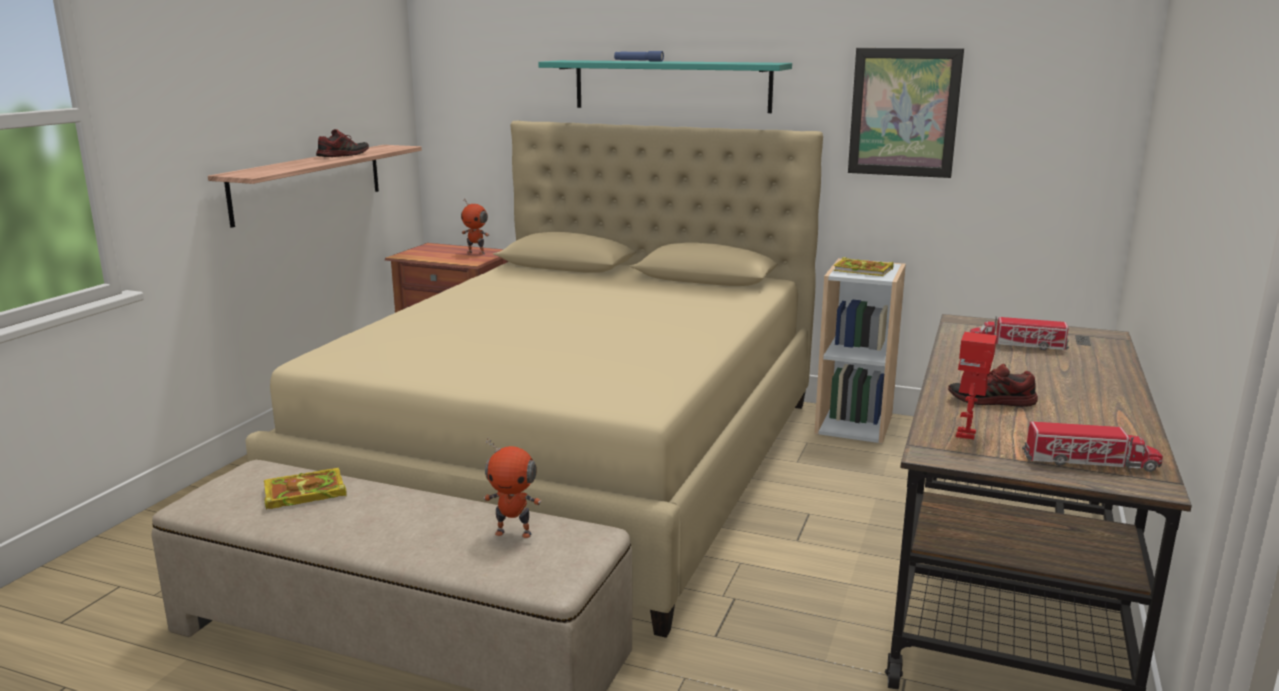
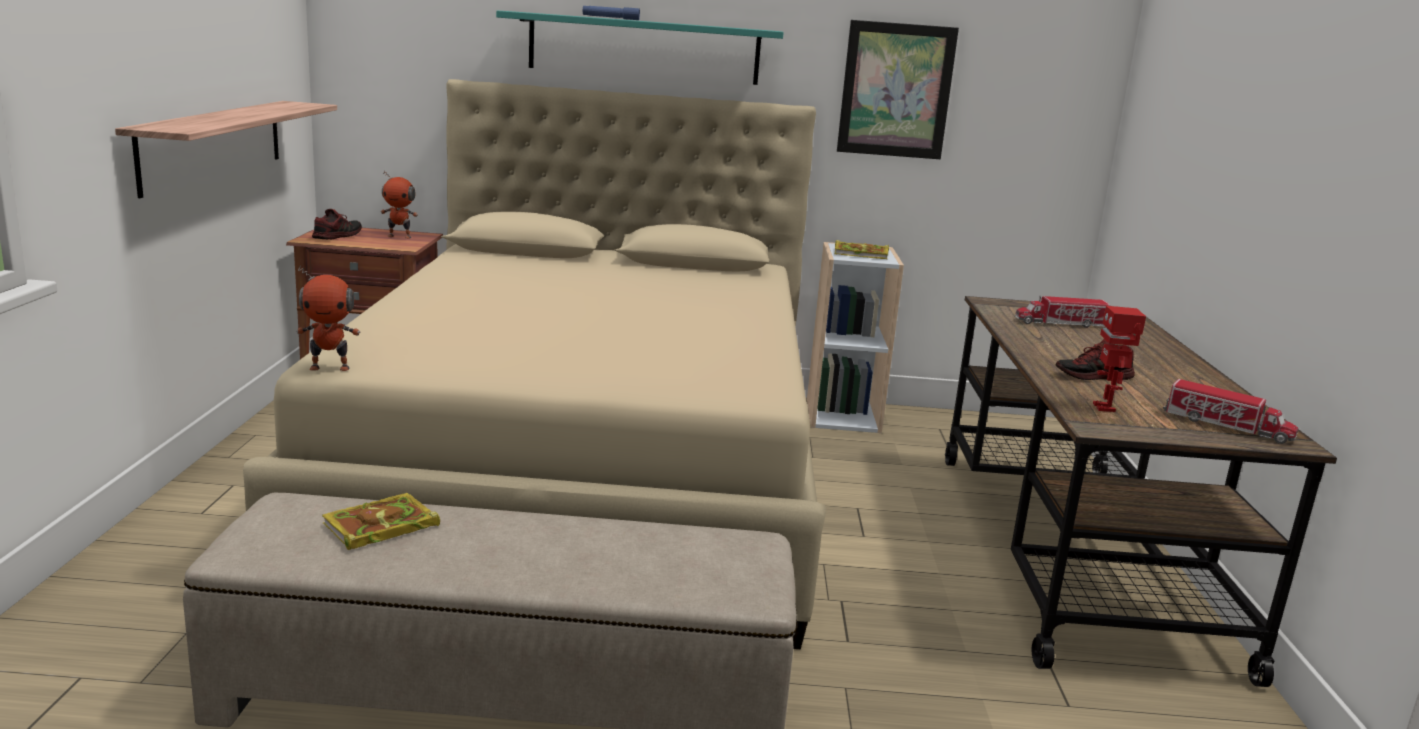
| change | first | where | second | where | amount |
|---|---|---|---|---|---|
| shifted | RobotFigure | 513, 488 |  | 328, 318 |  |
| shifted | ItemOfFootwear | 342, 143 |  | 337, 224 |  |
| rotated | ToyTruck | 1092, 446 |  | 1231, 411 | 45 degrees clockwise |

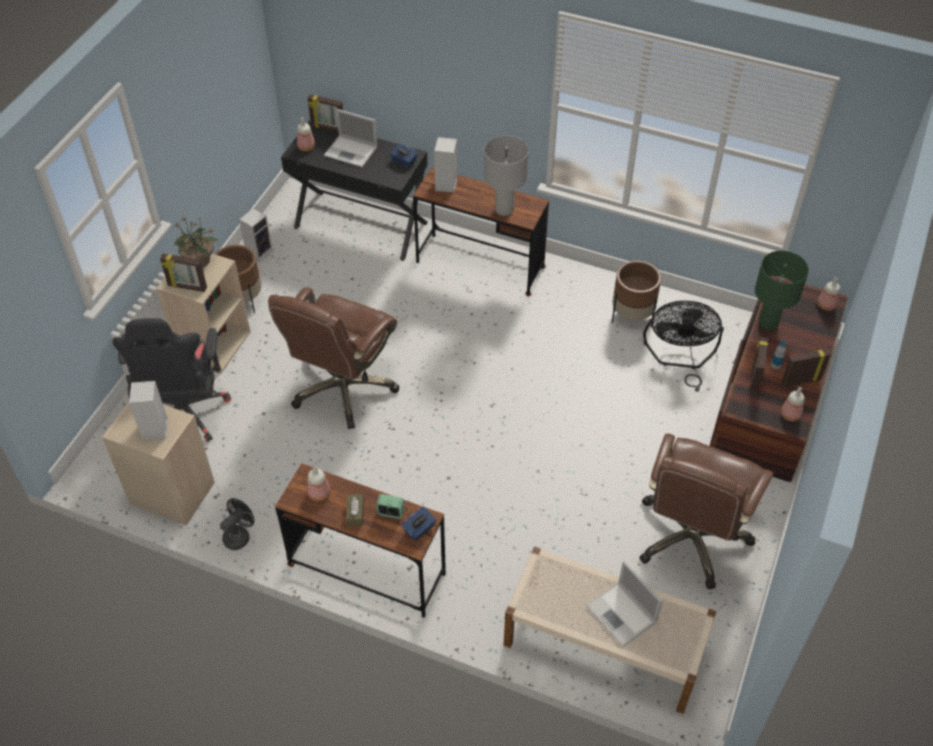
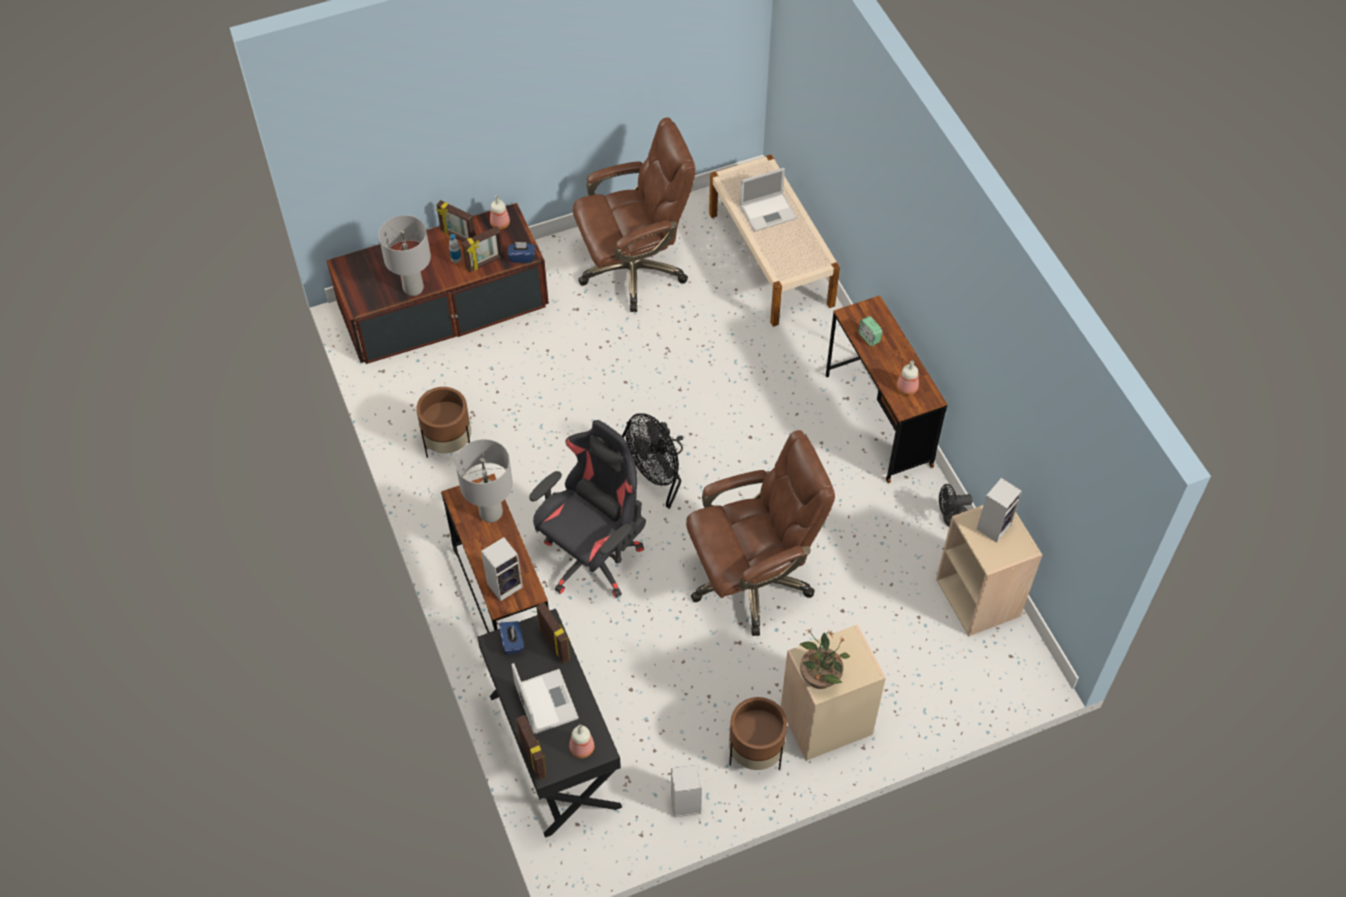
| change | first | where | second | where | amount |
|---|---|---|---|---|---|
| repainted | GreenishTabletopLamp | 782, 290 | GrayTabletopLamp | 405, 255 |  |
| shifted | BlueTissueHolder | 418, 524 |  | 521, 252 |  |
| shifted | BlackColouredComputerChair | 171, 380 |  | 587, 509 |  |
| shifted | PictureFrame | 183, 273 |  | 553, 633 |  |
| shifted | BlackColouredCoolingFan | 683, 346 |  | 653, 461 |  |
| rotated | Laptop | 624, 603 |  | 768, 200 | 60 degrees clockwise |
| gone | BrownishTissueHolder | 355, 510 |  |  |  |
| gone | Bottle | 829, 294 |  |  |  |

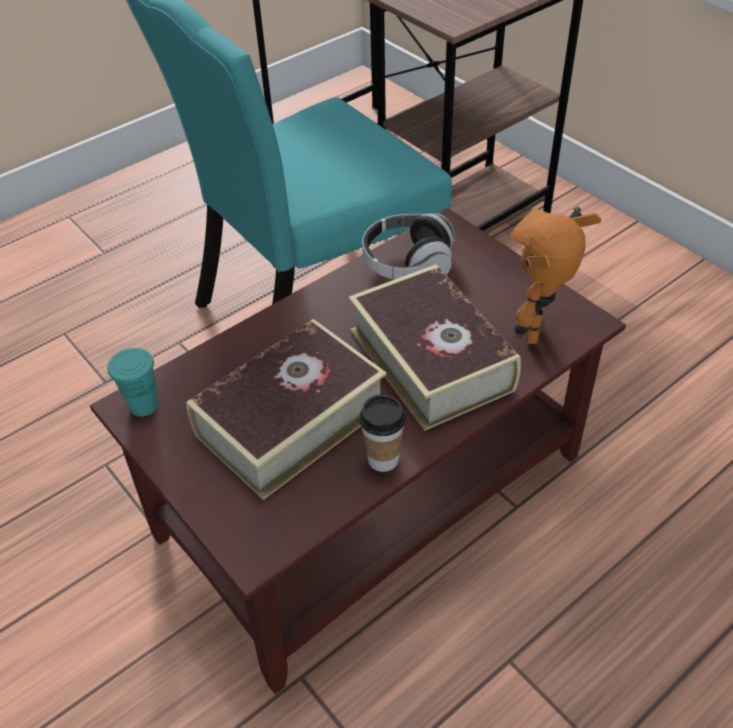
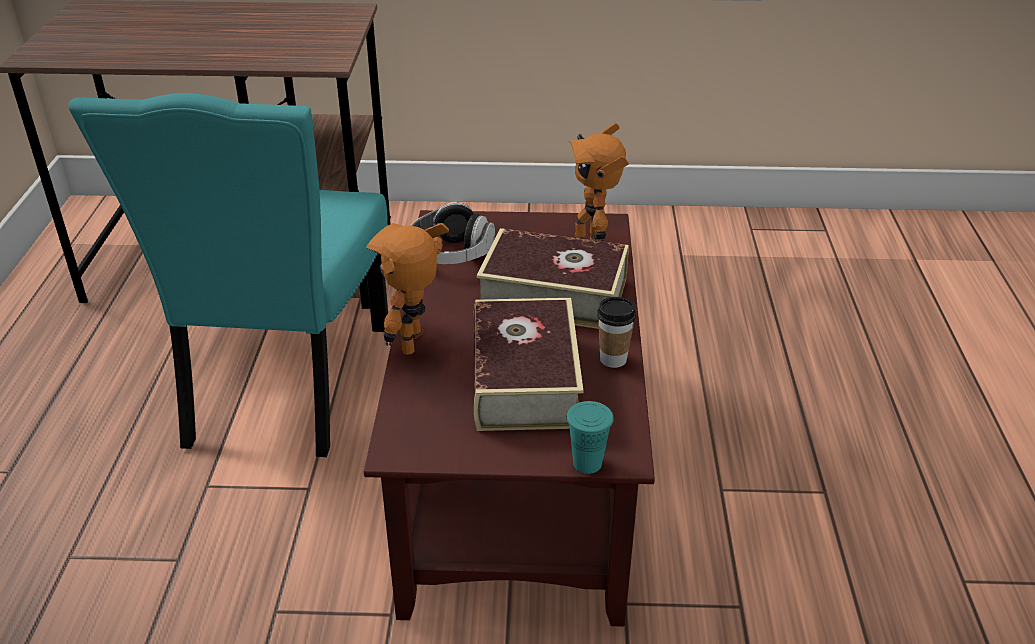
| change | first | where | second | where | amount |
|---|---|---|---|---|---|
| new |  |  | RobotFigure | 407, 289 |  |
| shifted | TurquoiseColouredSmallCup | 132, 382 |  | 590, 437 |  |

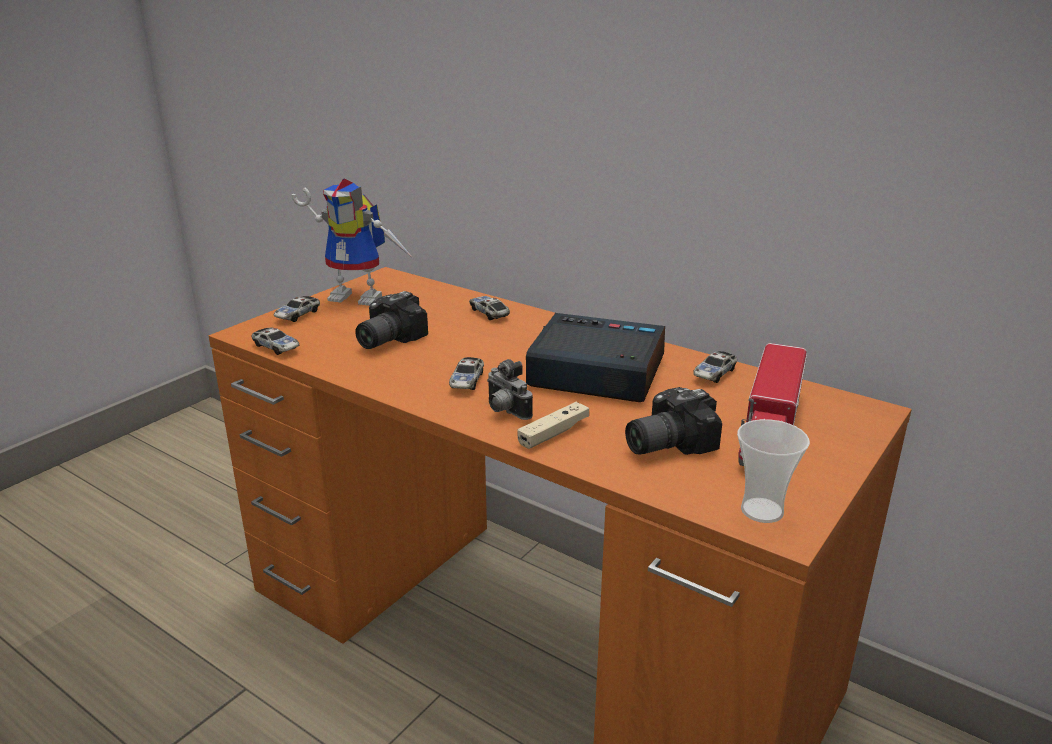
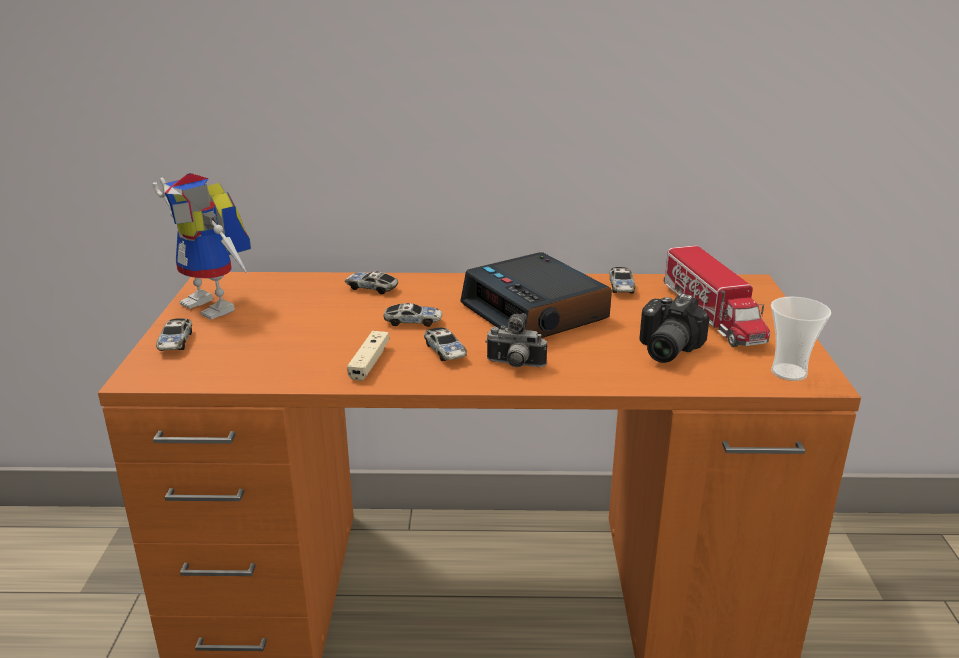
| change | first | where | second | where | amount |
|---|---|---|---|---|---|
| rotated | RobotFigure | 353, 242 |  | 202, 246 | 60 degrees clockwise |
| shifted | BeigeGameController | 553, 425 |  | 368, 356 |  |
| shifted | ToyCar | 275, 341 |  | 412, 315 |  |
| rotated | TableClock | 595, 357 |  | 536, 295 | 105 degrees counterclockwise |
| gone | PhotoCamera | 391, 320 |  |  |  |

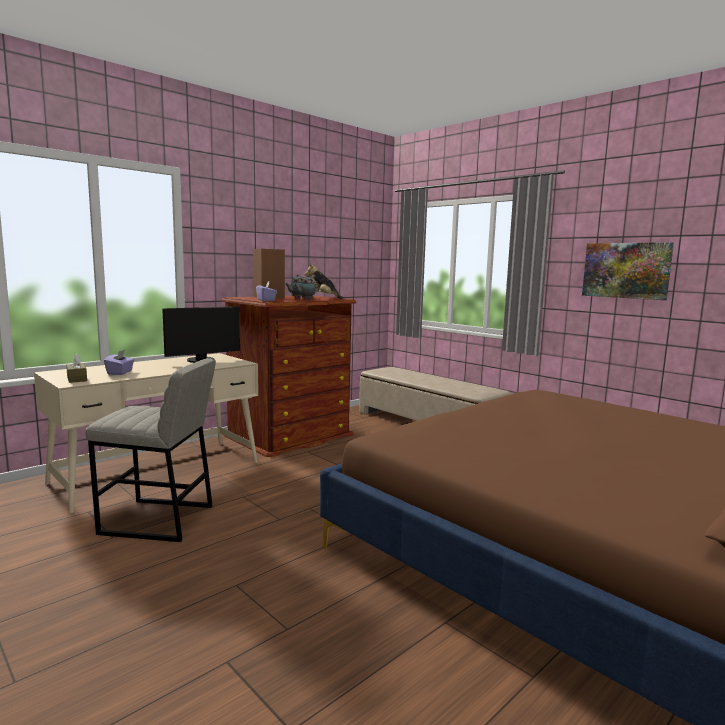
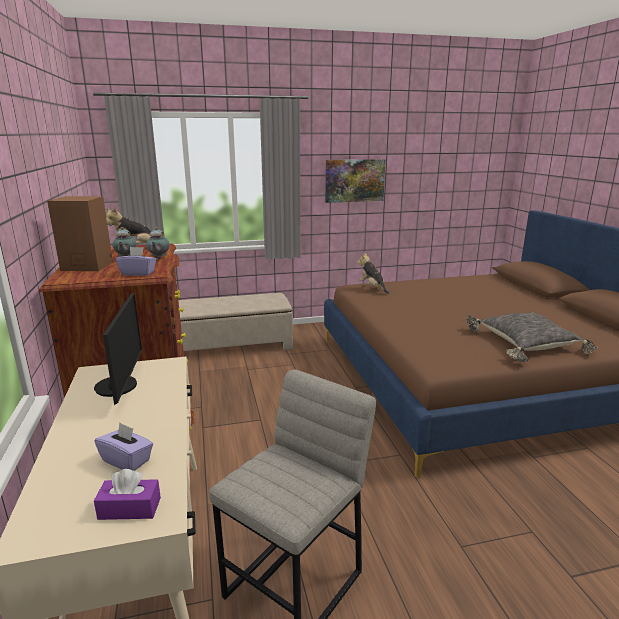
| change | first | where | second | where | amount |
|---|---|---|---|---|---|
| repainted | BrownishTissueHolder | 76, 368 | PurpleTissueHolder | 127, 494 |  |
| new |  |  | CuddlyToy | 373, 273 |  |
| new |  |  | ThrowPillow | 532, 337 |  |

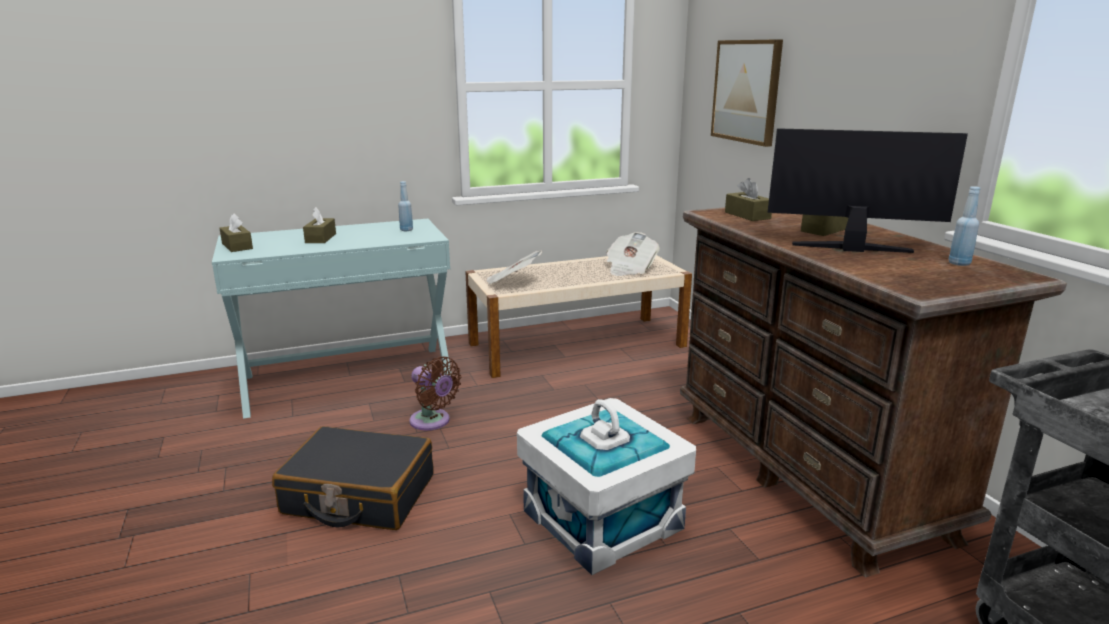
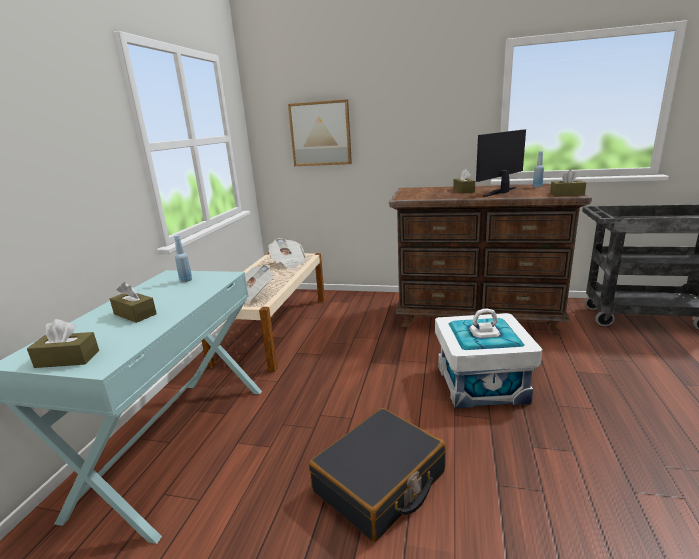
| change | first | where | second | where | amount |
|---|---|---|---|---|---|
| shifted | BrownishTissueHolder | 748, 199 |  | 568, 183 |  |
| gone | BrownishCoolingFan | 435, 393 |  |  |  |

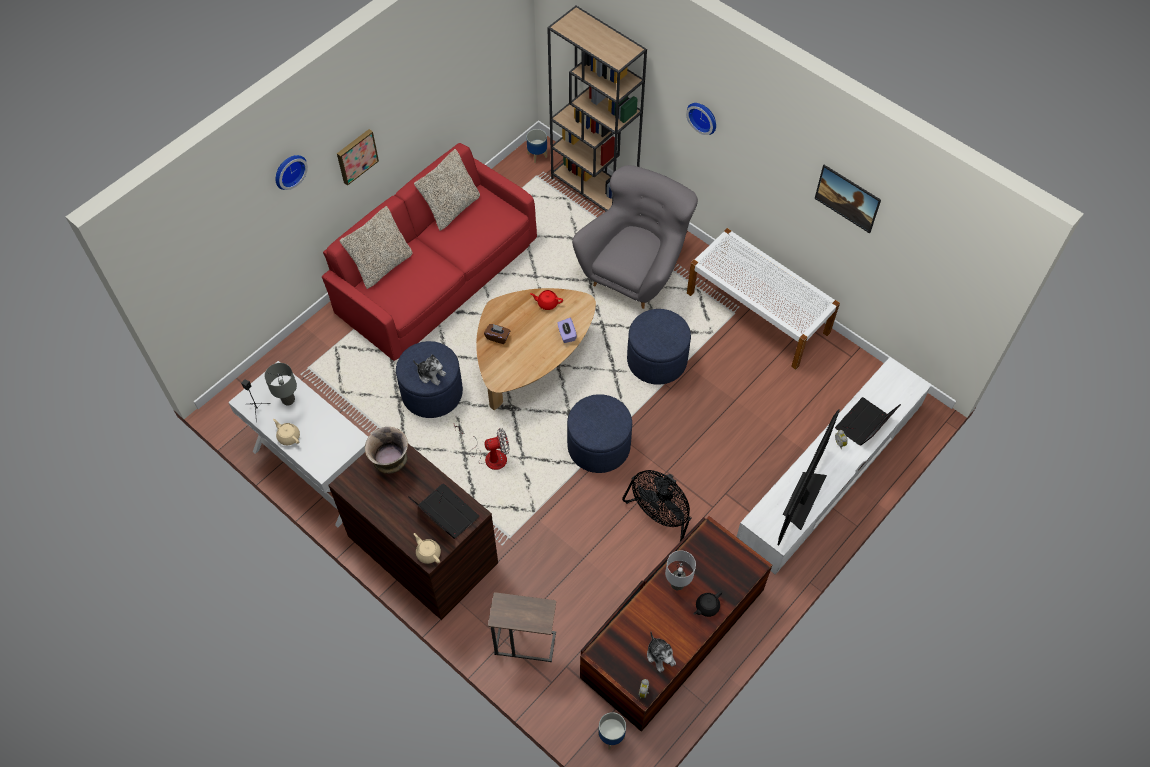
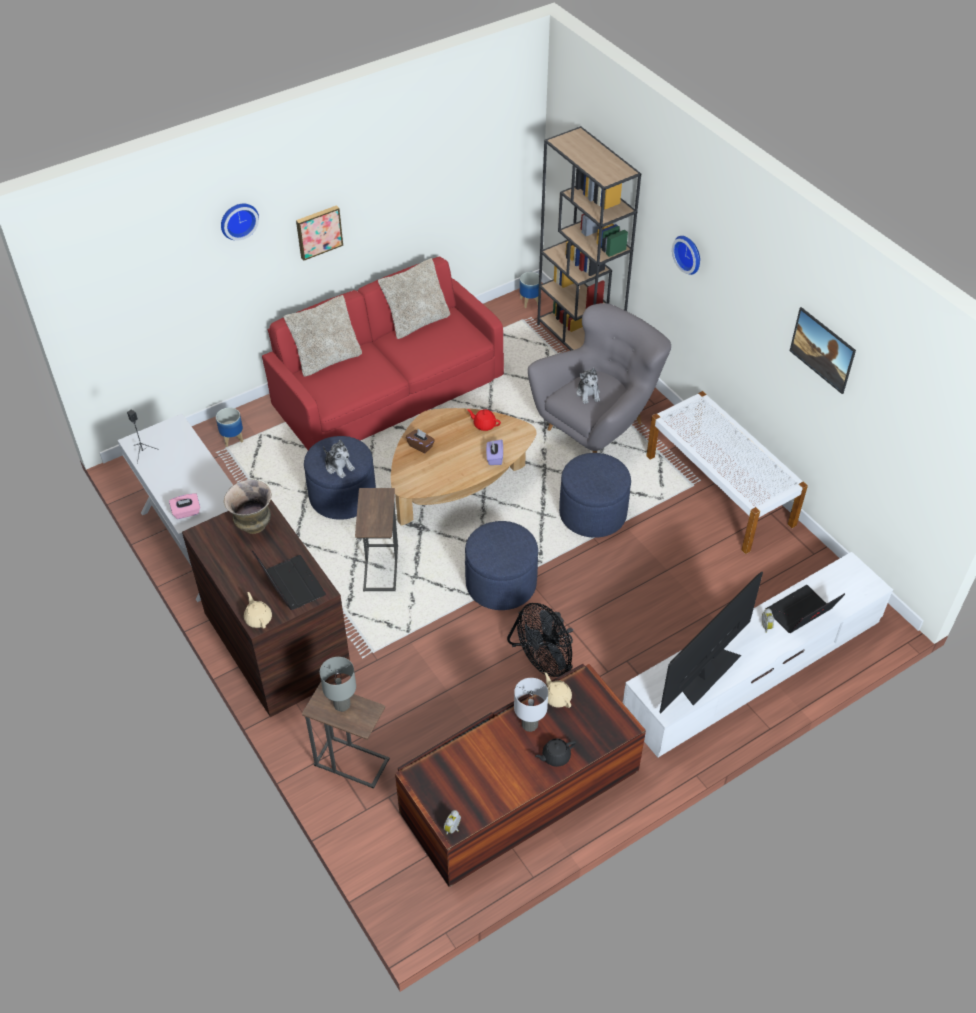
| change | first | where | second | where | amount |
|---|---|---|---|---|---|
| new |  |  | PinkColouredTissueHolder | 184, 506 |  |
| shifted | Planter | 612, 730 |  | 229, 427 |  |
| shifted | GrayTabletopLamp | 280, 384 |  | 338, 684 |  |
| swapped | CoolingFan | 482, 447 | BrownishAccentTable | 376, 539 |  |
| shifted | BeigePotForTea | 286, 432 |  | 558, 690 |  |
| shifted | CuddlyToy | 661, 652 |  | 588, 386 |  |

